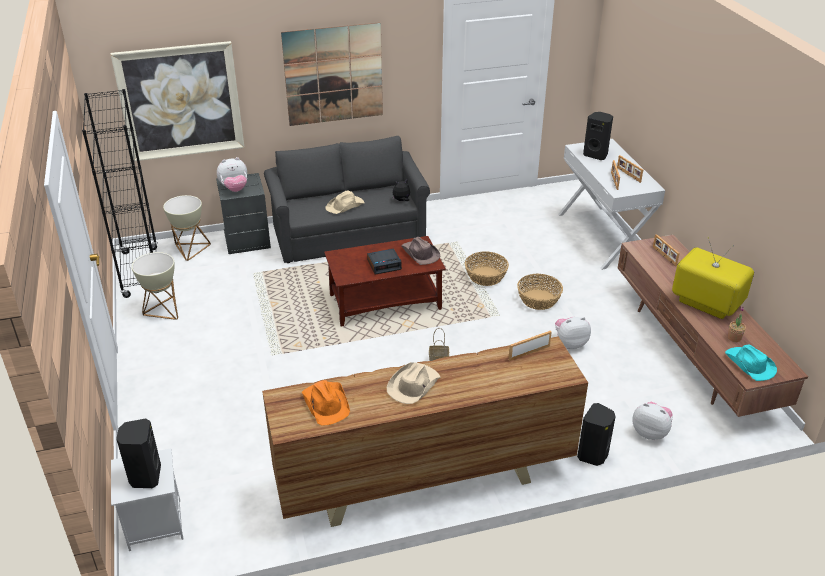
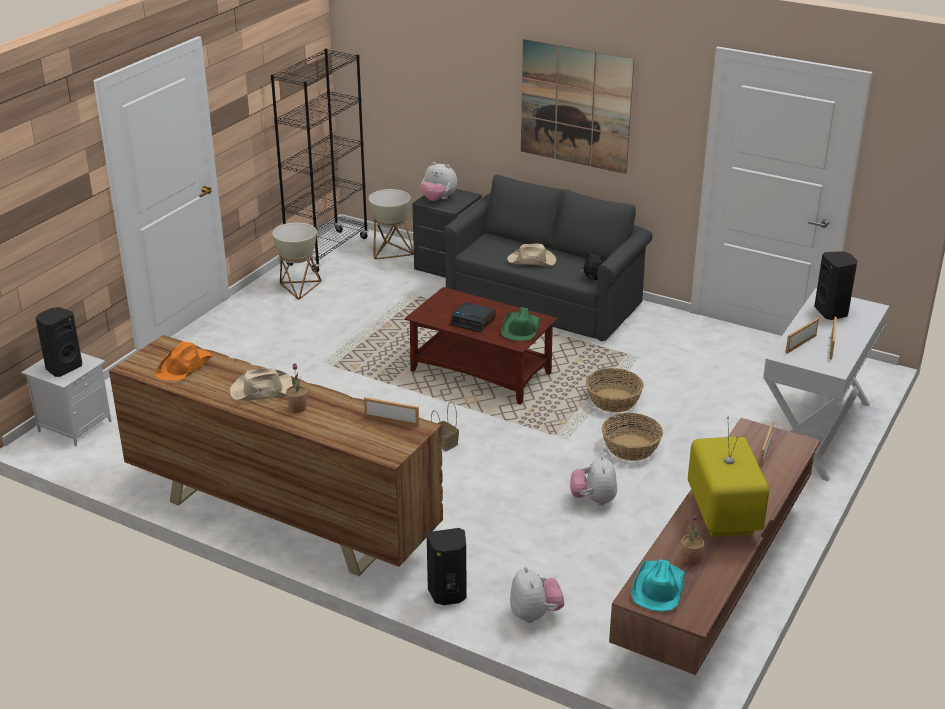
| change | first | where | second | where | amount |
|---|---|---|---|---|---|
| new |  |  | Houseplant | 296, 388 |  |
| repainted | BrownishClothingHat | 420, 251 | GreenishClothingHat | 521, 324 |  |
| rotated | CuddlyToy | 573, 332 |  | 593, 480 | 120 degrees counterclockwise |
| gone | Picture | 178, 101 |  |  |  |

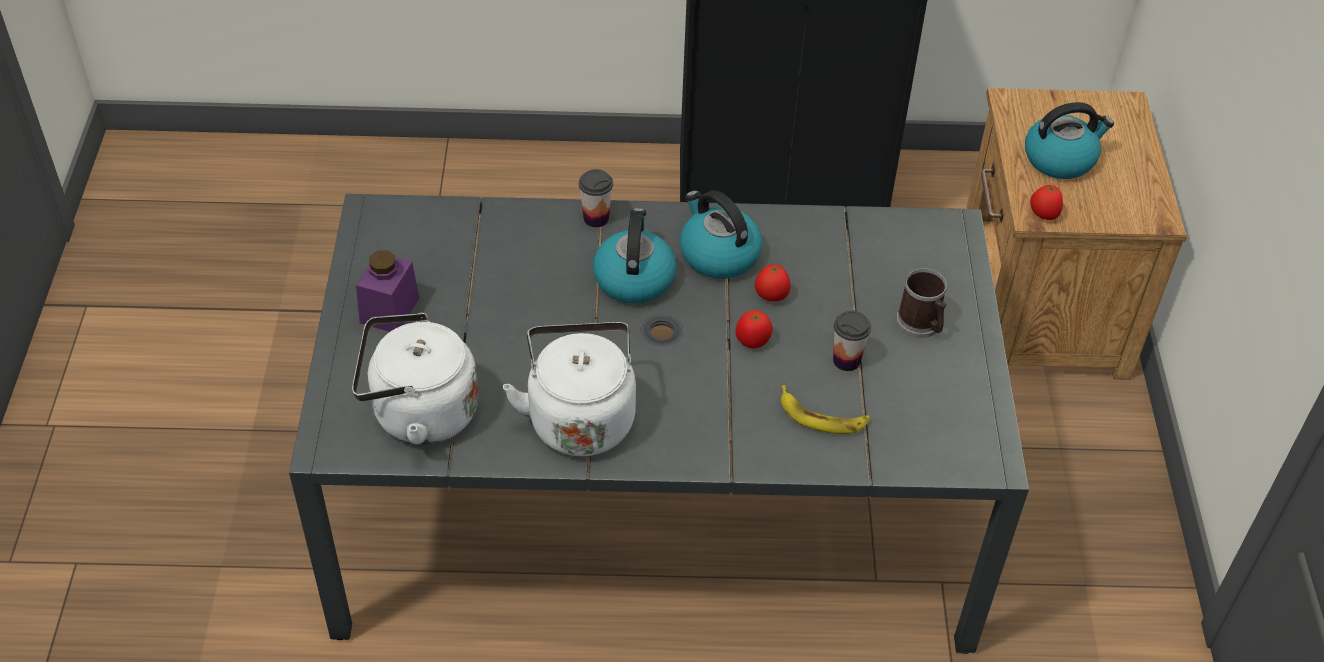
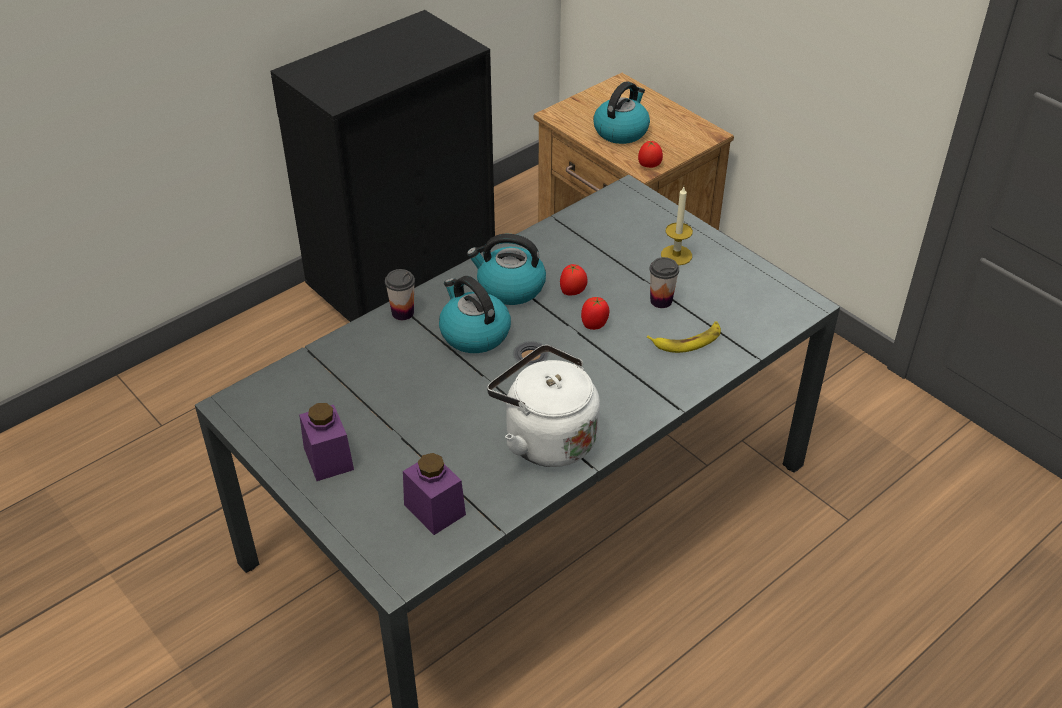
| change | first | where | second | where | amount |
|---|---|---|---|---|---|
| swapped | WhiteTeaKettle | 415, 379 | PurpleJar | 434, 494 |  |
| swapped | Mug | 921, 303 | Candle | 677, 226 |  |

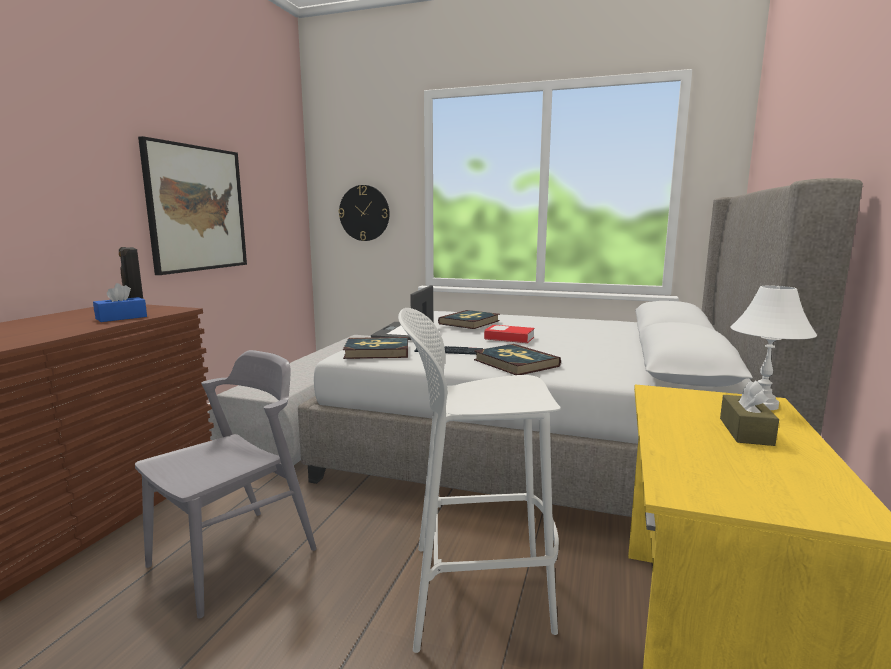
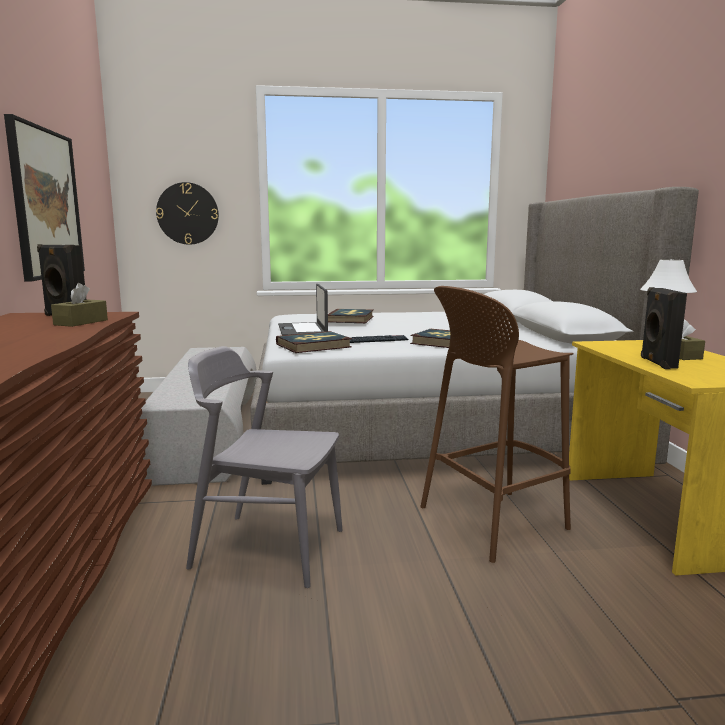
| change | first | where | second | where | amount |
|---|---|---|---|---|---|
| repainted | BlueTissueHolder | 120, 302 | BrownishTissueHolder | 79, 305 |  |
| rotated | GrayPlainChair | 226, 484 |  | 264, 467 | 90 degrees counterclockwise |
| repainted | WhiteSittingStool | 479, 480 | BrownishSittingStool | 497, 424 |  |
| new |  |  | BlackColouredSpeaker | 664, 328 |  |
| gone | Volume | 509, 334 |  |  |  |

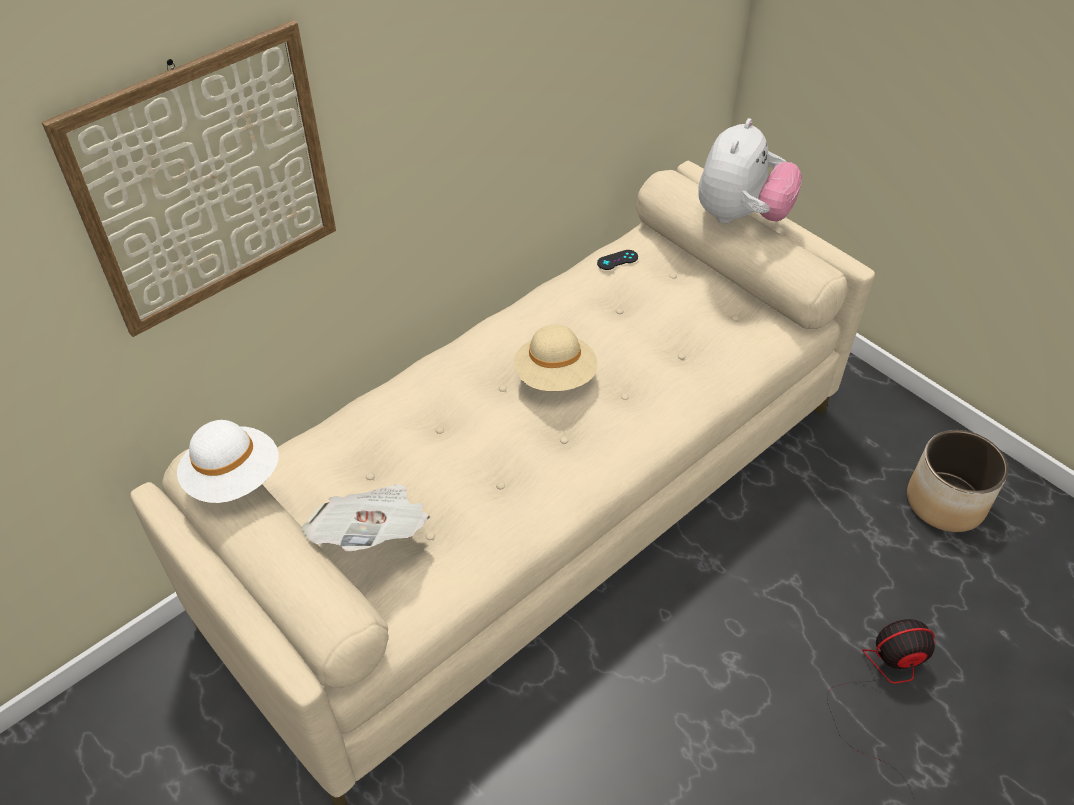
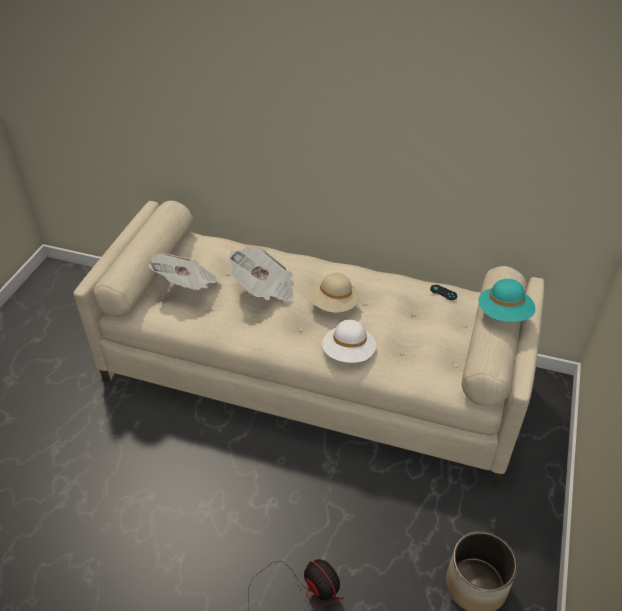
| change | first | where | second | where | amount |
|---|---|---|---|---|---|
| new |  |  | DailyPaper | 261, 274 |  |
| shifted | WhiteClothingHat | 228, 461 |  | 349, 341 |  |
| swapped | CuddlyToy | 750, 171 | TurquoiseColouredClothingHat | 506, 300 |  |
| gone | Picture | 189, 178 |  |  |  |

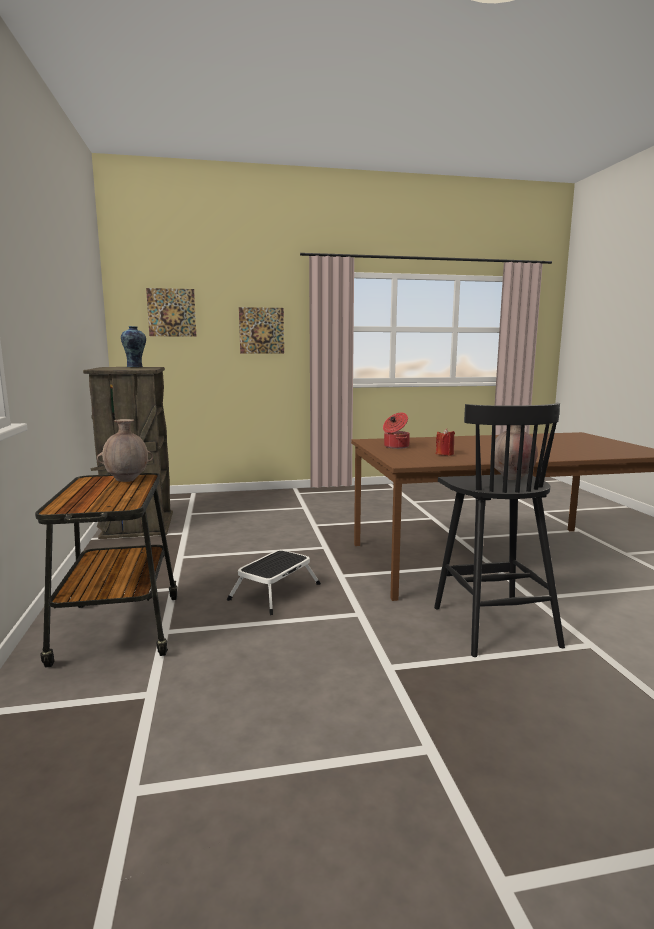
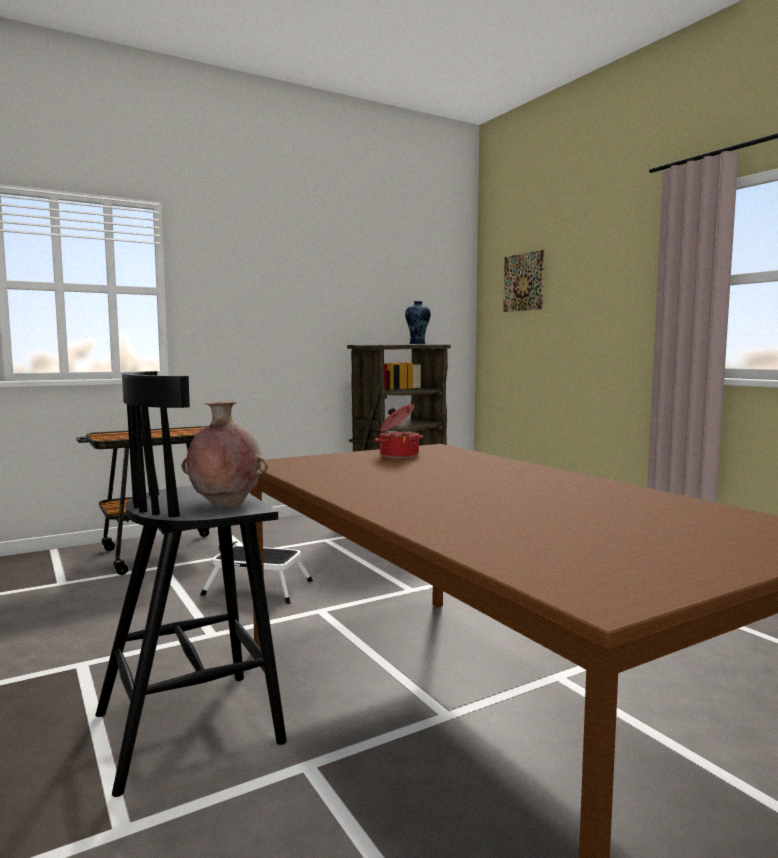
| change | first | where | second | where | amount |
|---|---|---|---|---|---|
| gone | BrownishDecorativeVase | 125, 450 |  |  |  |
| gone | Picture | 261, 330 |  |  |  |
| gone | ReddishCandle | 445, 442 |  |  |  |

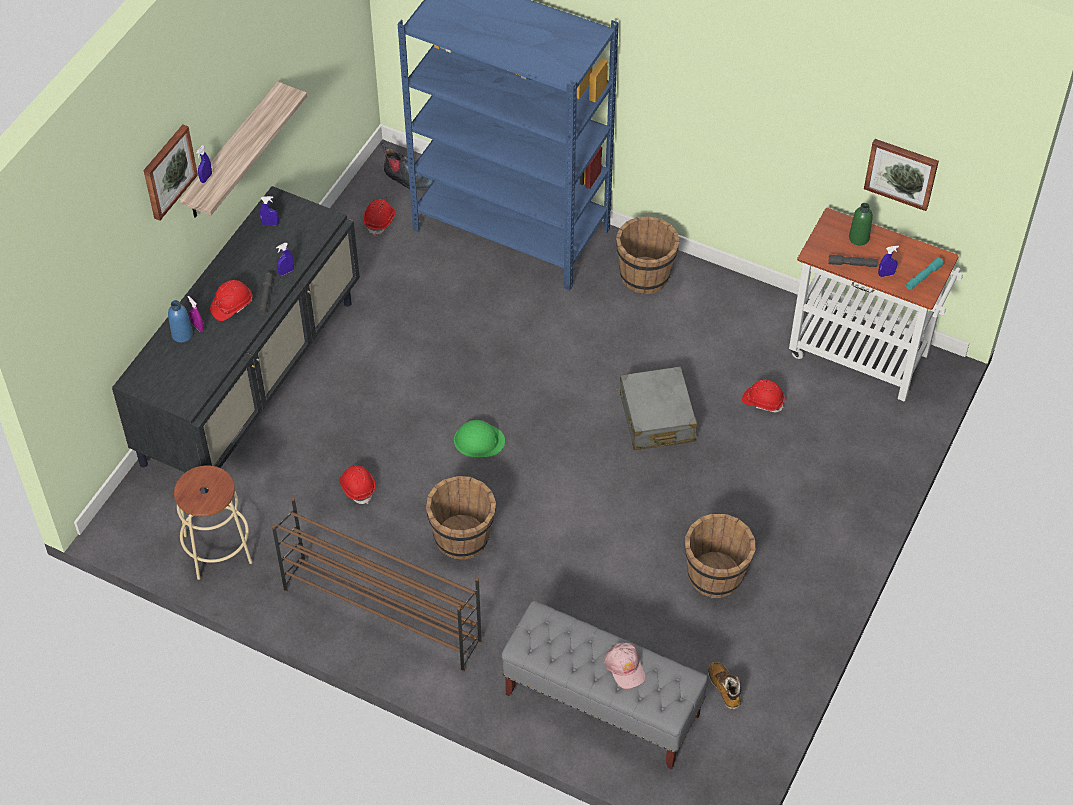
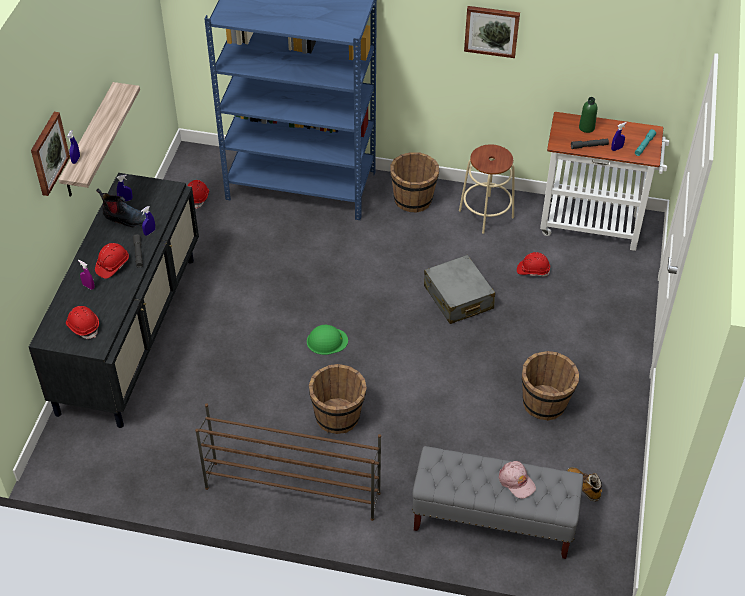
| change | first | where | second | where | amount |
|---|---|---|---|---|---|
| shifted | ReddishSafetyHelmet | 357, 484 |  | 82, 322 |  |
| shifted | Boot | 406, 166 |  | 121, 207 |  |
| shifted | BeigeSittingStool | 213, 522 |  | 487, 189 |  |
| shifted | Picture | 901, 175 |  | 492, 32 |  |
| gone | BlueBottle | 180, 321 |  |  |  |

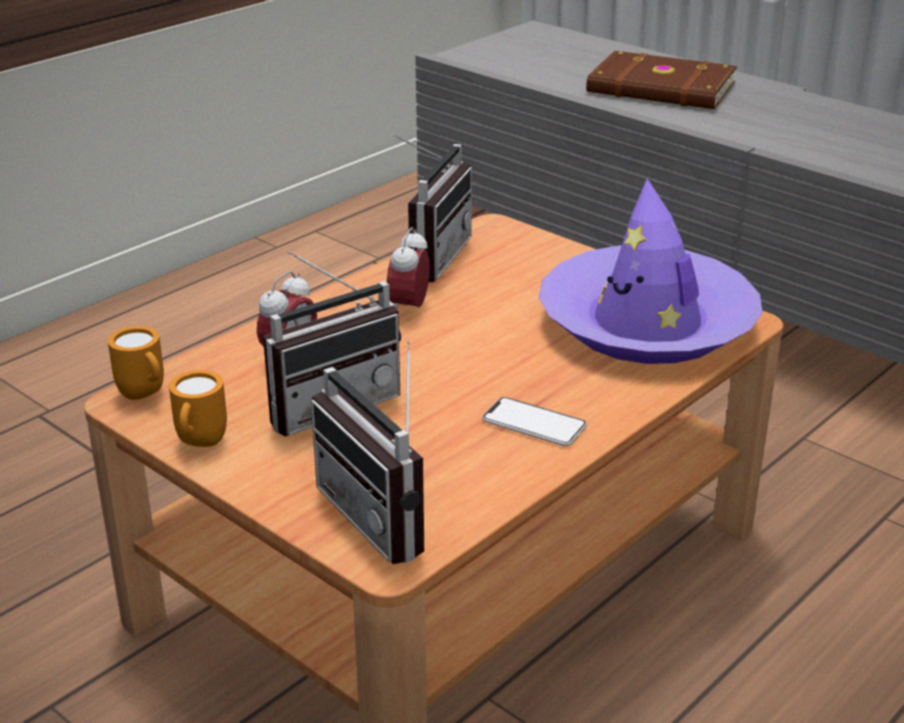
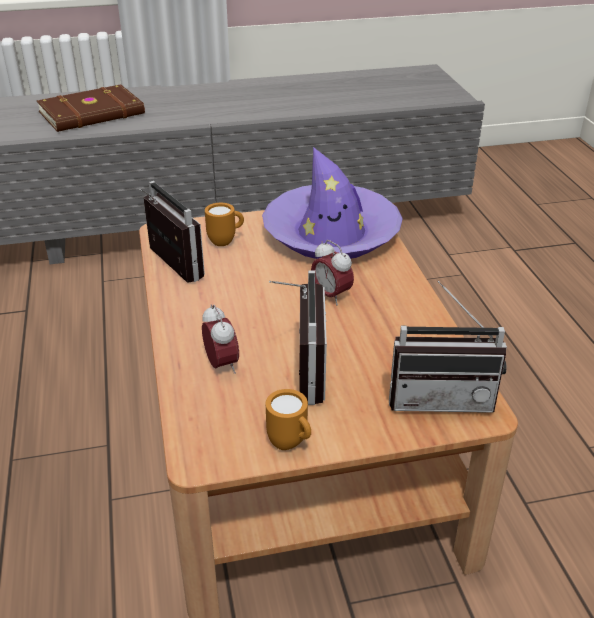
| change | first | where | second | where | amount |
|---|---|---|---|---|---|
| shifted | OrangeMug | 136, 363 |  | 224, 224 |  |
| shifted | TableClock | 408, 268 |  | 332, 272 |  |
| gone | Telephone | 534, 421 |  |  |  |

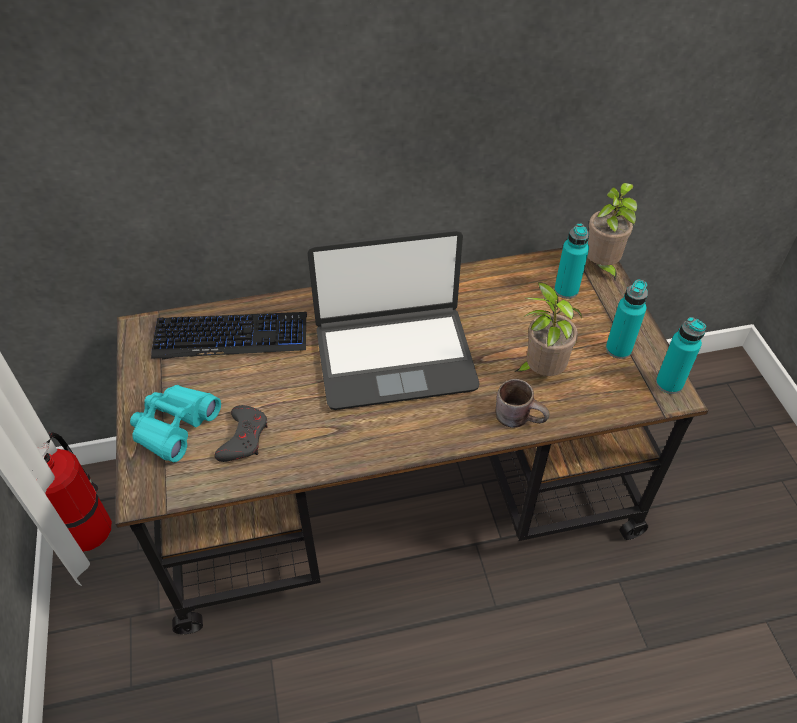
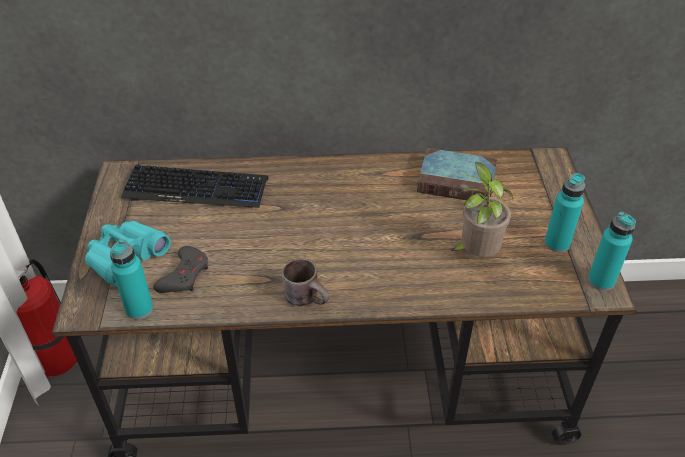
| change | first | where | second | where | amount |
|---|---|---|---|---|---|
| shifted | TurquoiseColouredBottle | 571, 261 |  | 131, 279 |  |
| shifted | BrownishMug | 522, 403 |  | 305, 282 |  |
| new |  |  | Volume | 457, 174 |  |
| gone | Laptop | 394, 319 |  |  |  |
| gone | Houseplant | 612, 232 |  |  |  |

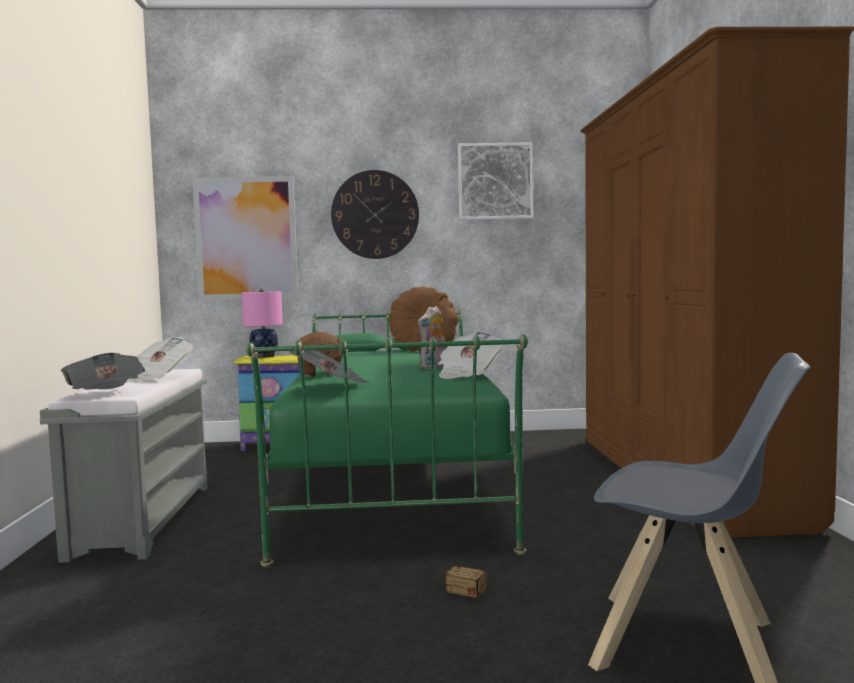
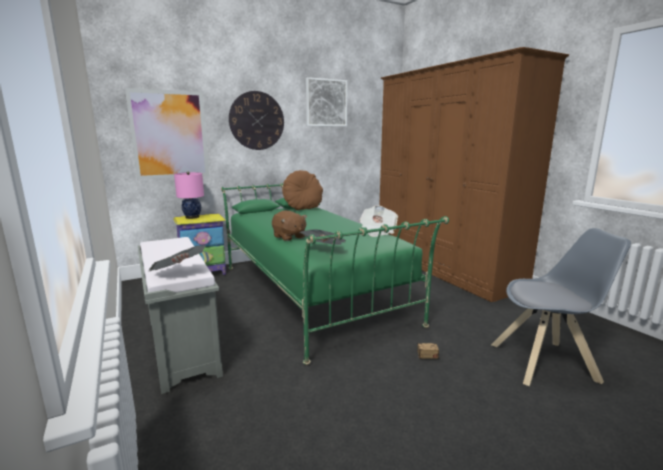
| change | first | where | second | where | amount |
|---|---|---|---|---|---|
| gone | DailyPaper | 159, 360 |  |  |  |
| gone | CuddlyToy | 432, 337 |  |  |  |

